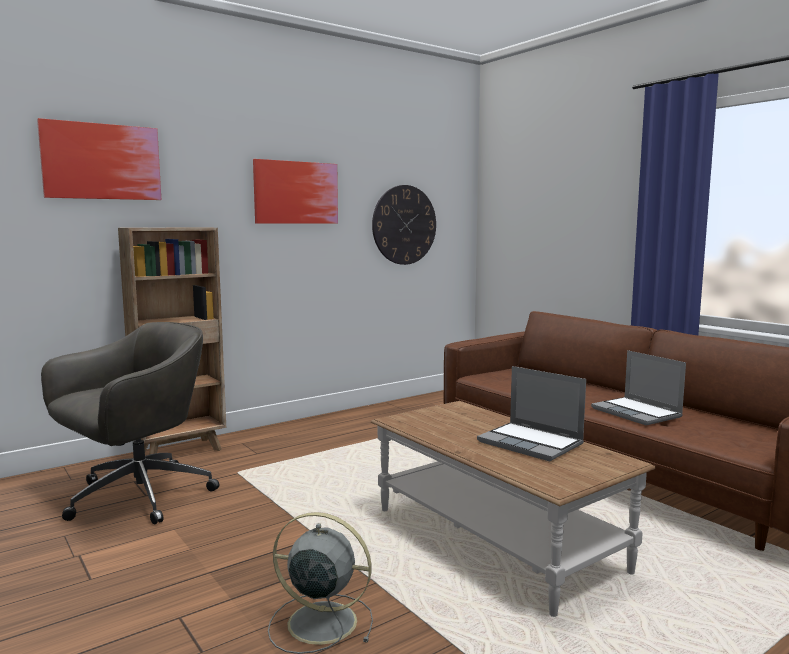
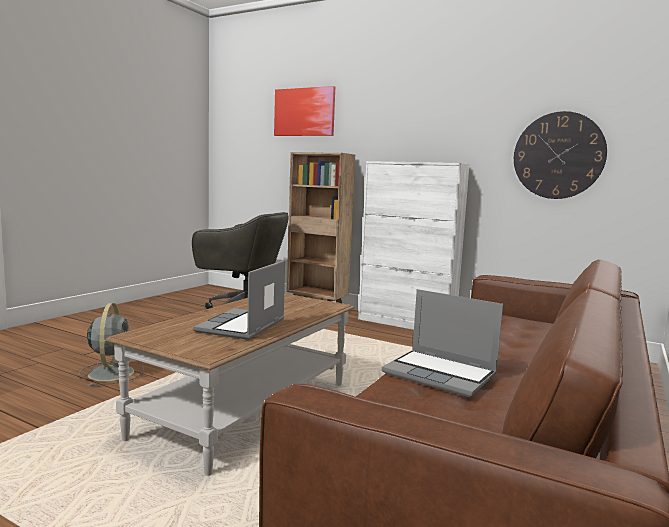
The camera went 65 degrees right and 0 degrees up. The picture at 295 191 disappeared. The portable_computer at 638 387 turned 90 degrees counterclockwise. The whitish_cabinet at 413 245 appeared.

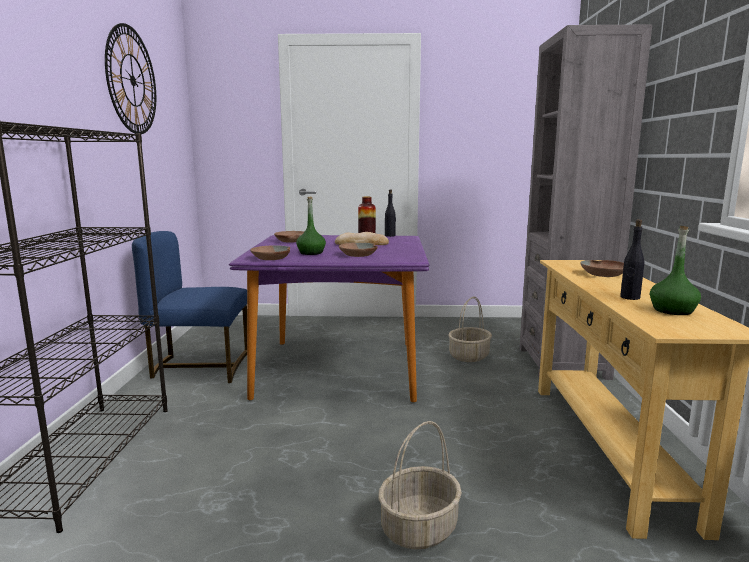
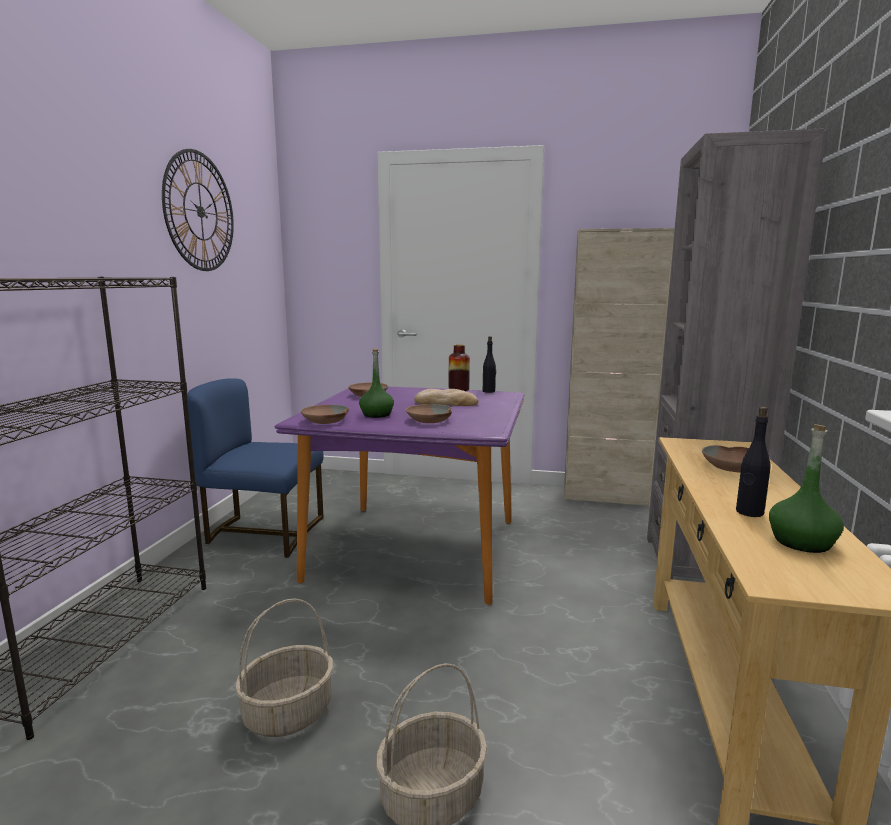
The camera went 10 degrees right and 0 degrees up. The household_basket moved from 470 329 to 284 667. The beige-coloured_cabinet at 619 367 appeared.

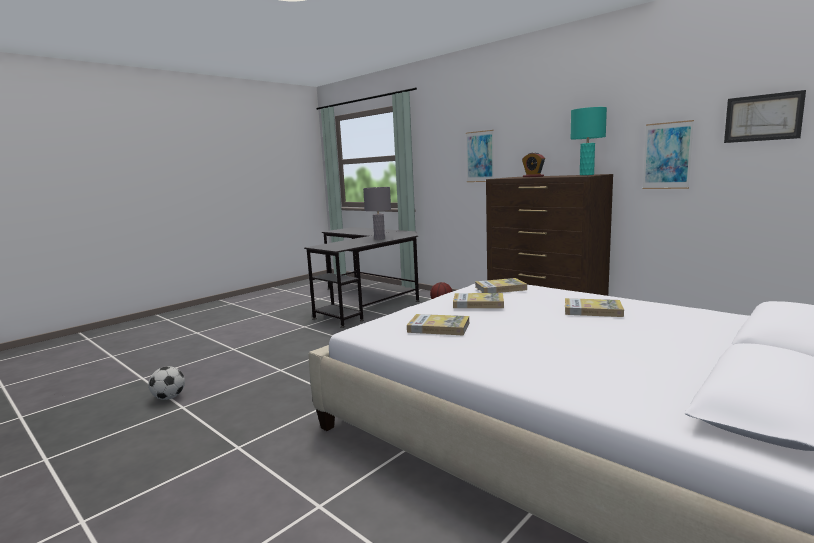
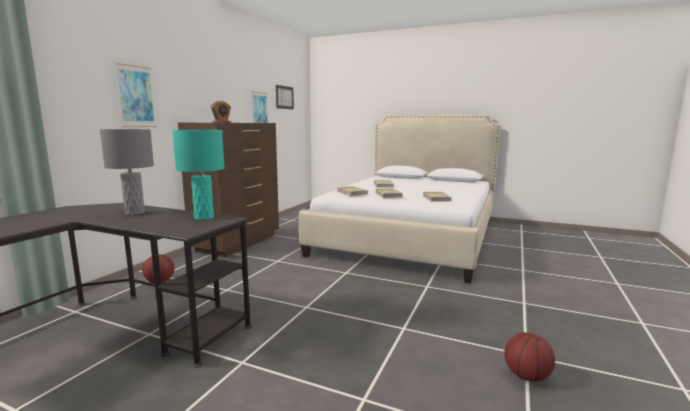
The camera went 110 degrees left and 0 degrees up. The turquoise_table_lamp moved from 589 141 to 198 175. The football_ball at 166 383 was replaced by the basketball_ball at 529 357.

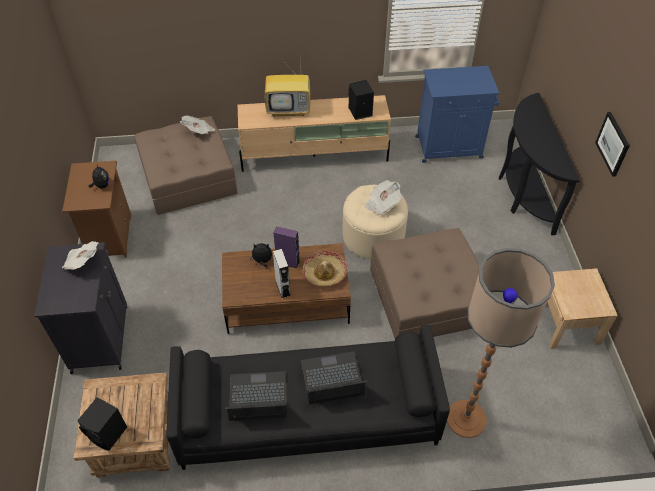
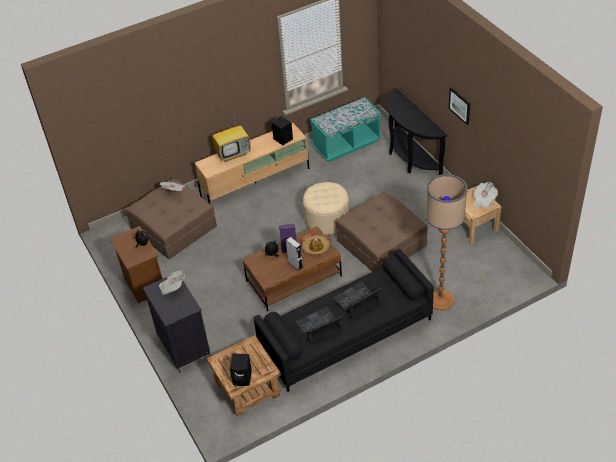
The camera went 20 degrees left and 5 degrees down. The blue_cabinet at 457 114 was replaced by the turquoise_long_seat at 345 129. The newspaper moved from 383 197 to 485 195.

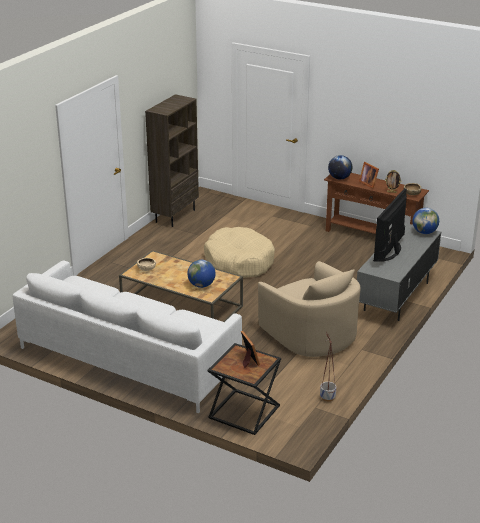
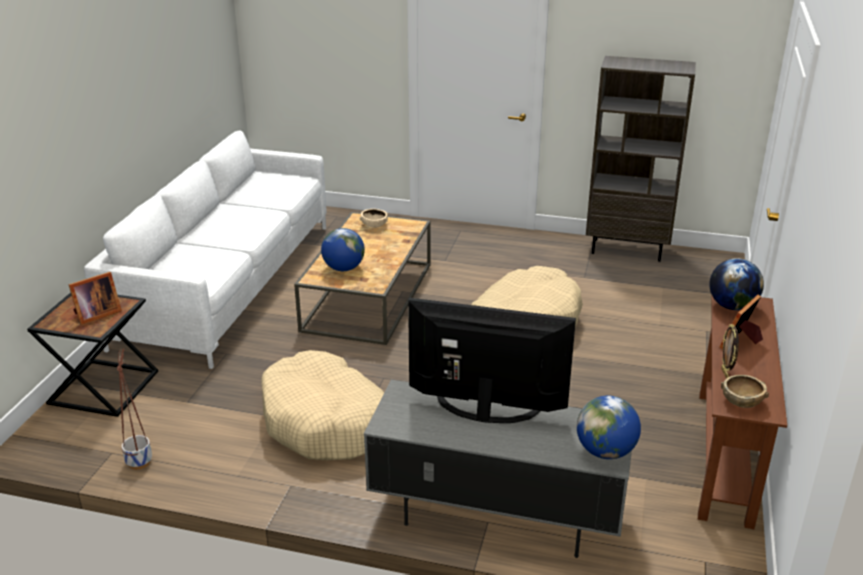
The camera went 75 degrees right and 0 degrees up. The beige-coloured_armchair at 309 309 was replaced by the beige-coloured_pet_bed at 322 405.

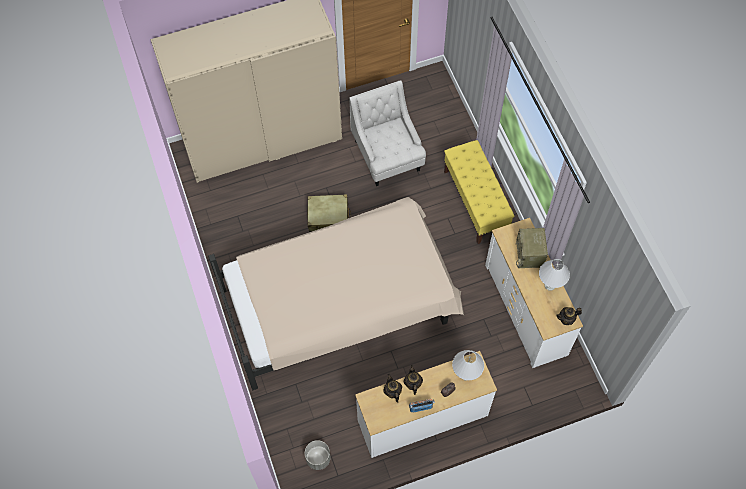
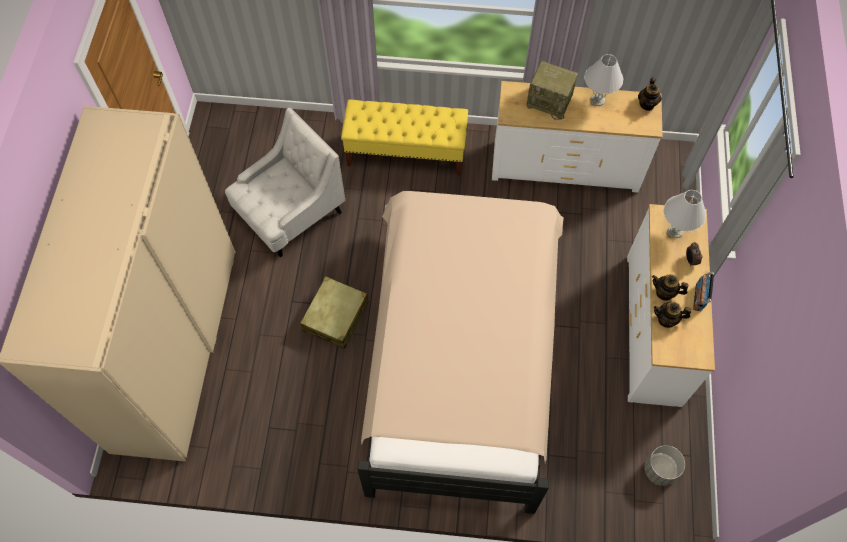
The camera went 65 degrees left and 0 degrees up. The whitish_armchair at 387 133 turned 135 degrees clockwise.

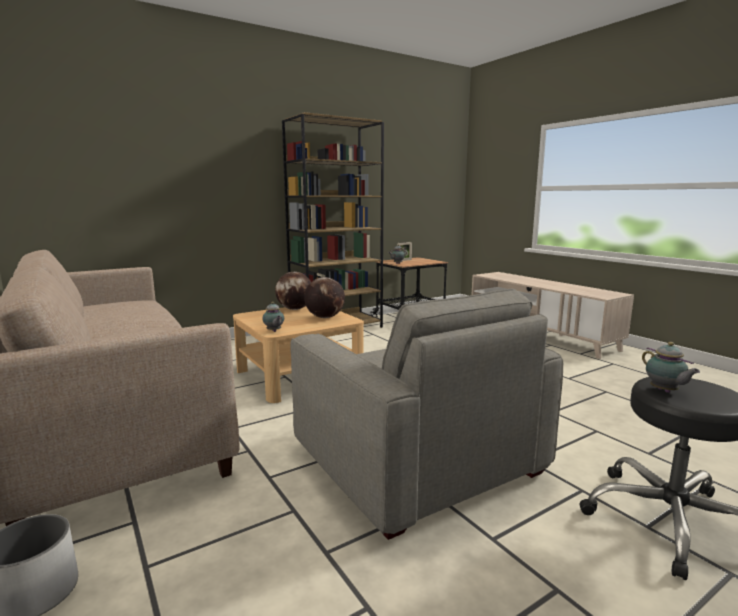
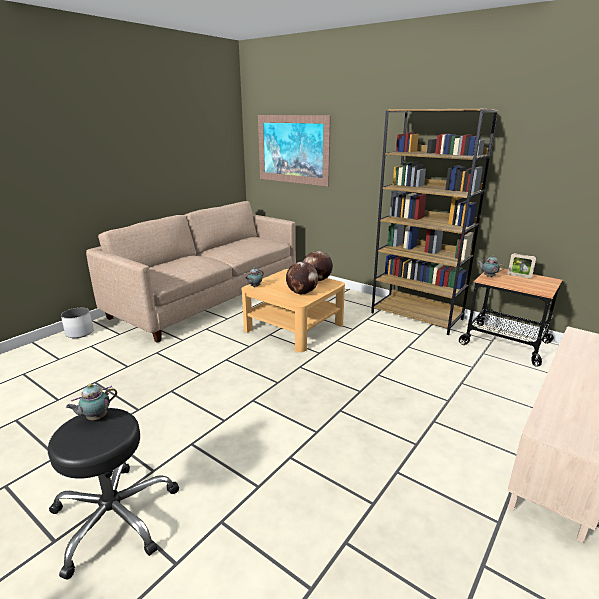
The camera went 70 degrees right and 10 degrees up. The gray_armchair at 426 414 disappeared. The picture at 294 151 appeared.

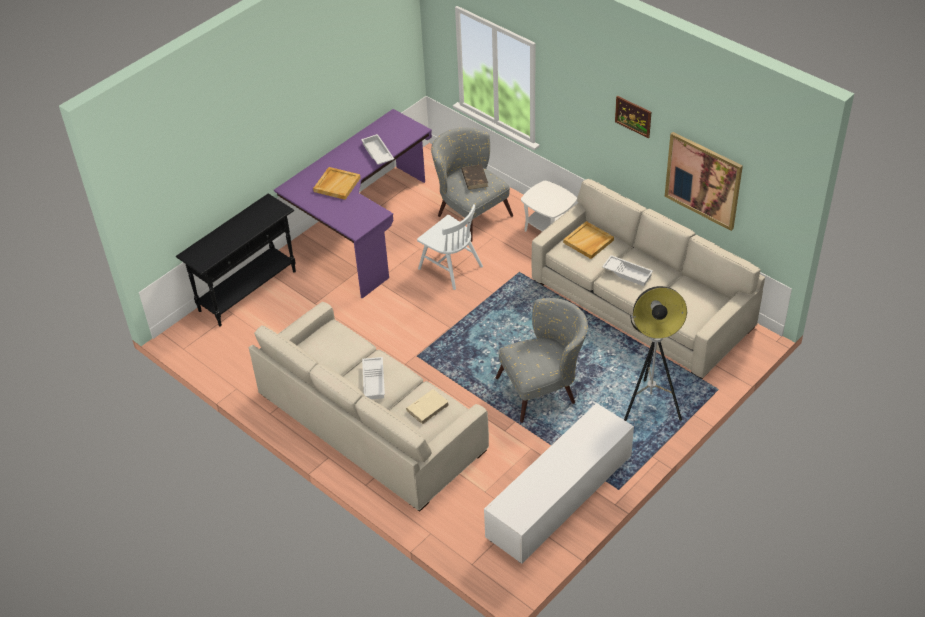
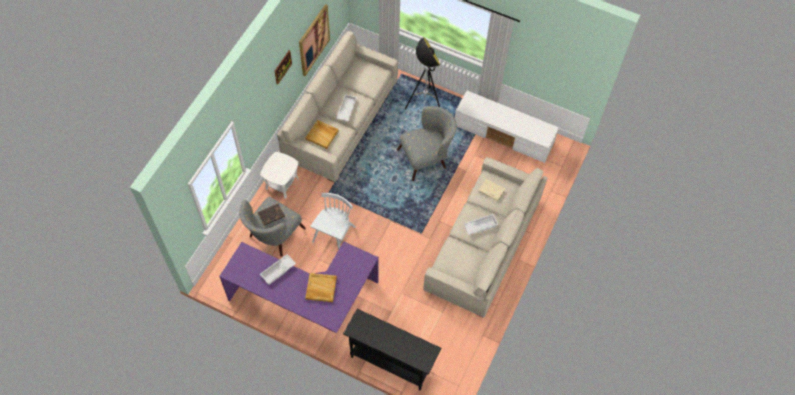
The camera went 110 degrees left and 15 degrees up. The gray_armchair at 542 360 turned 105 degrees clockwise.

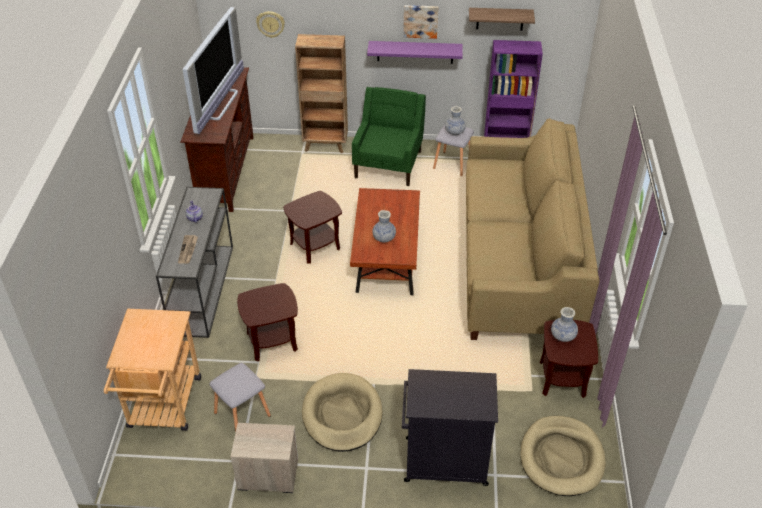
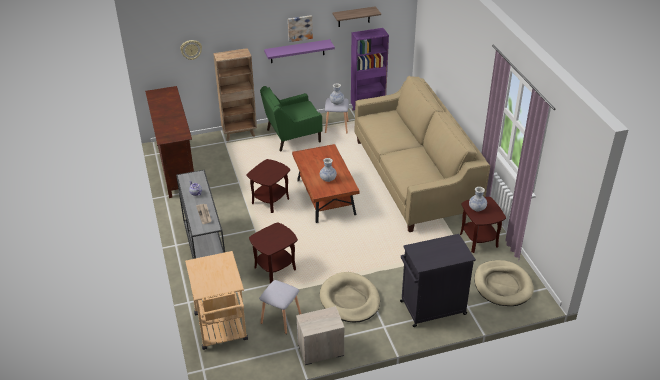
The camera went 20 degrees left and 5 degrees down. The TV at 213 70 disappeared. The green-coloured_armchair at 389 136 turned 105 degrees counterclockwise.

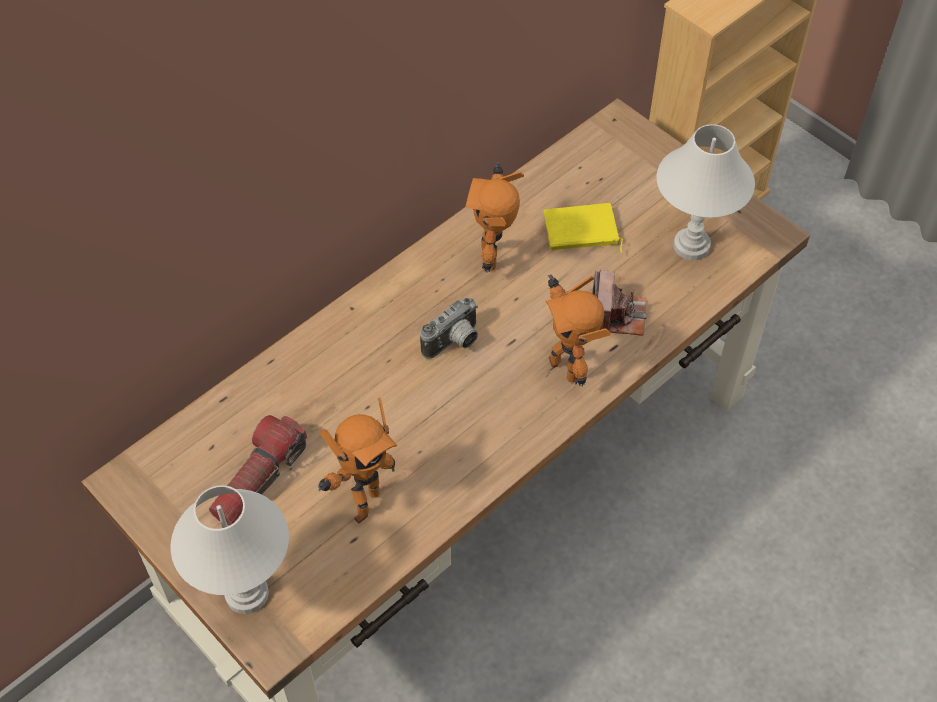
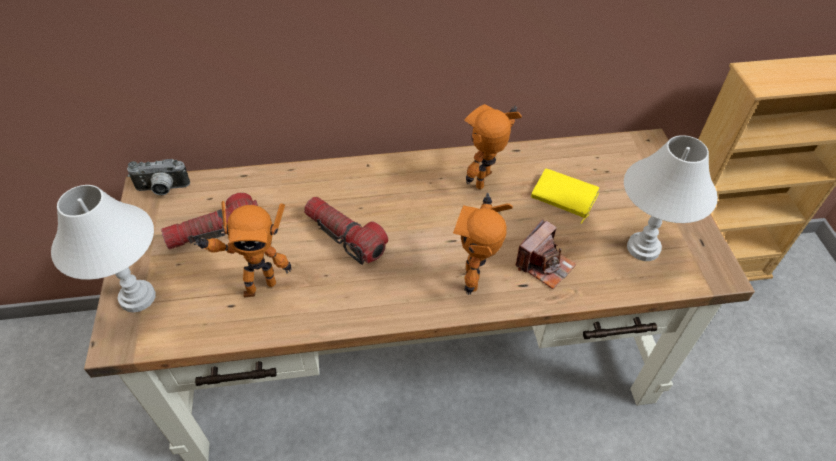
The camera went 35 degrees right and 5 degrees down. The photo_camera moved from 449 328 to 158 177. The torch at 346 231 appeared.

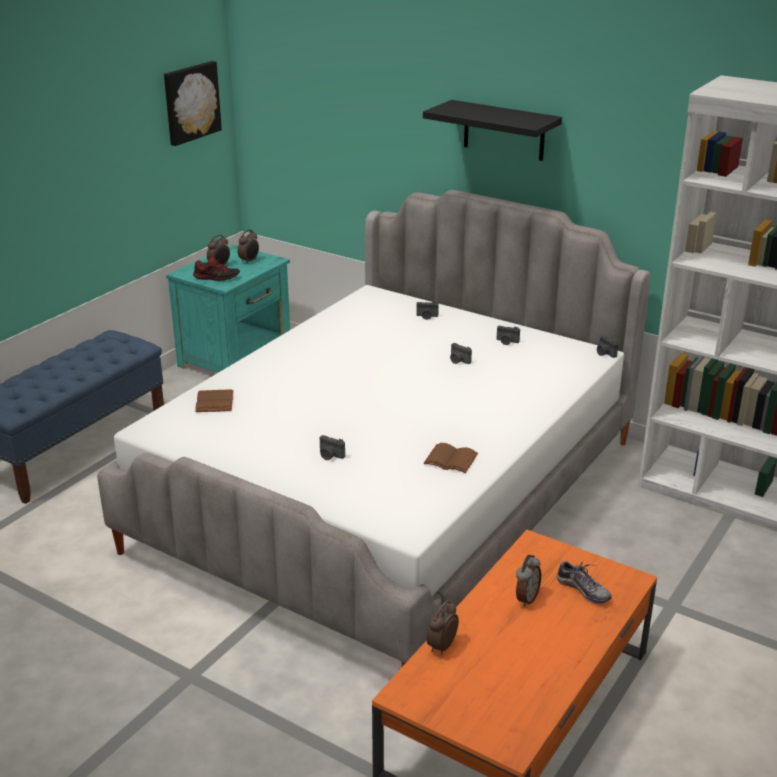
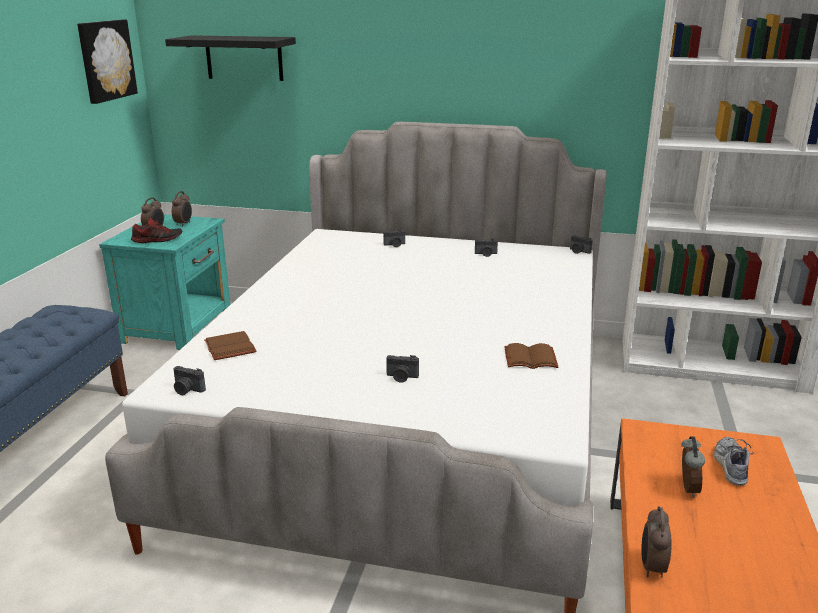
The camera went 20 degrees left and 5 degrees down. The black-coloured_wall_shelf moved from 492 130 to 230 58. The photo_camera moved from 461 353 to 189 380. The item_of_footwear at 583 581 turned 105 degrees counterclockwise.

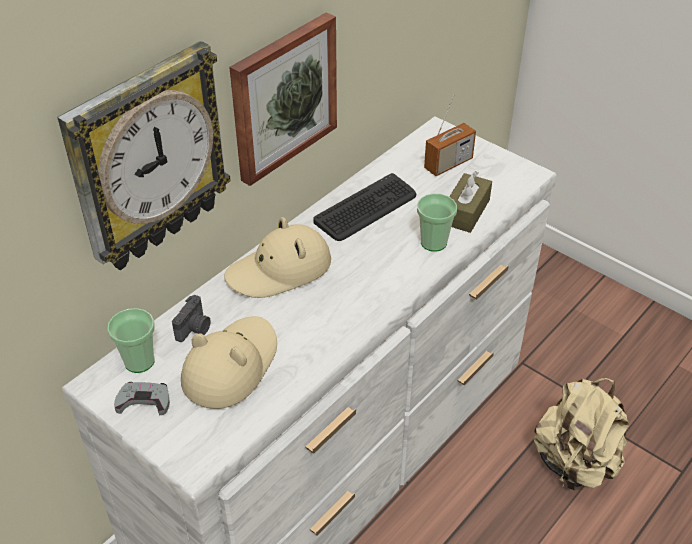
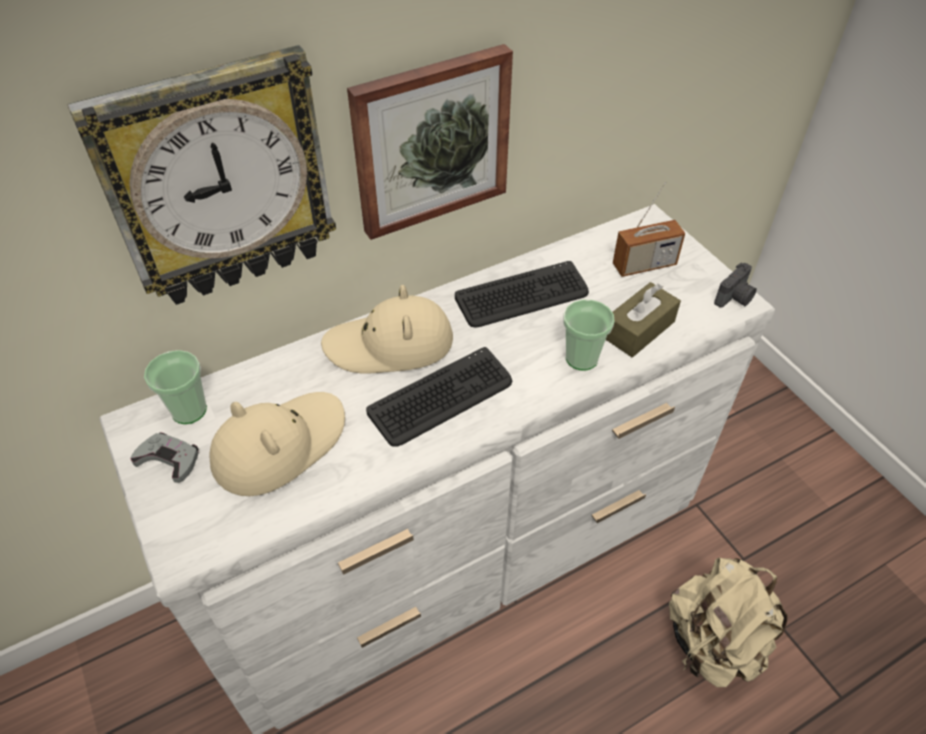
The camera went 20 degrees right and 5 degrees up. The photo_camera moved from 191 318 to 735 285. The computer_keyboard at 439 397 appeared.

